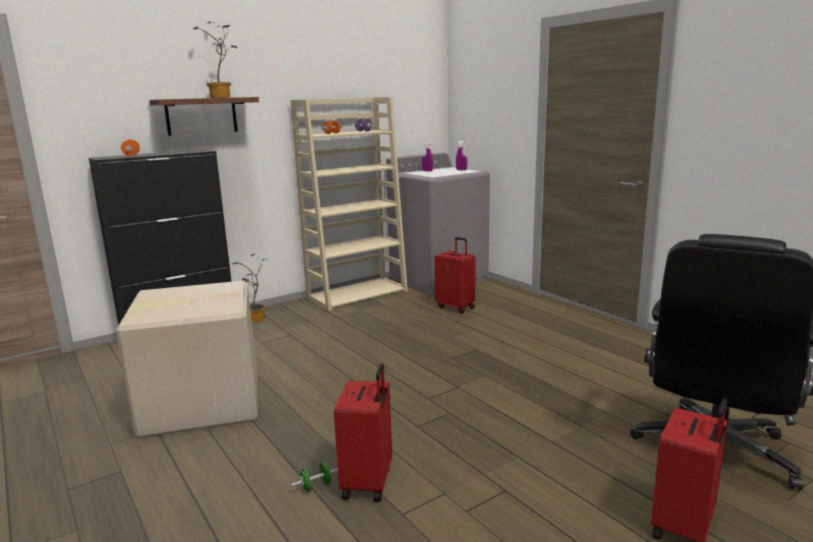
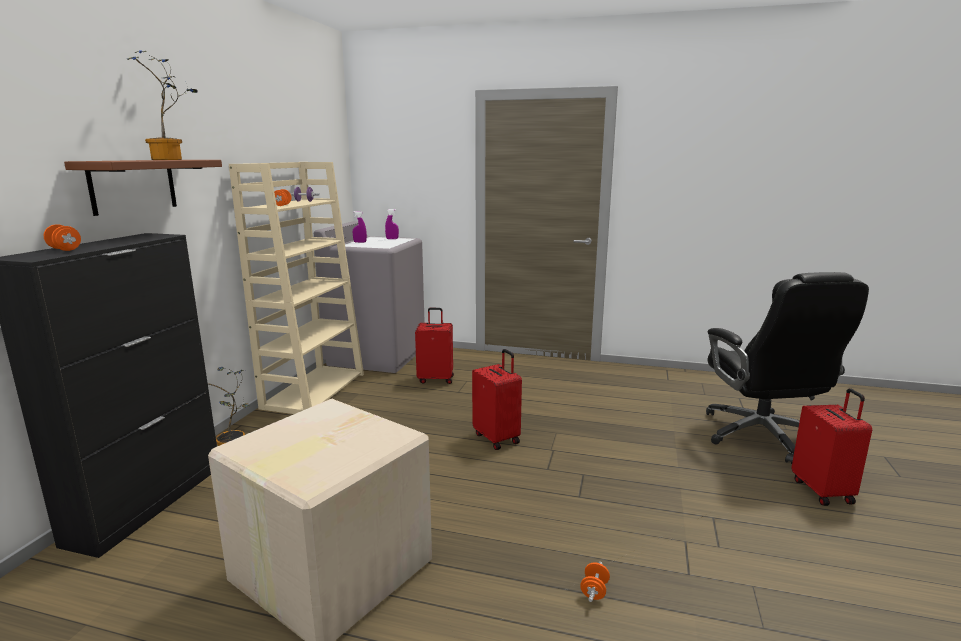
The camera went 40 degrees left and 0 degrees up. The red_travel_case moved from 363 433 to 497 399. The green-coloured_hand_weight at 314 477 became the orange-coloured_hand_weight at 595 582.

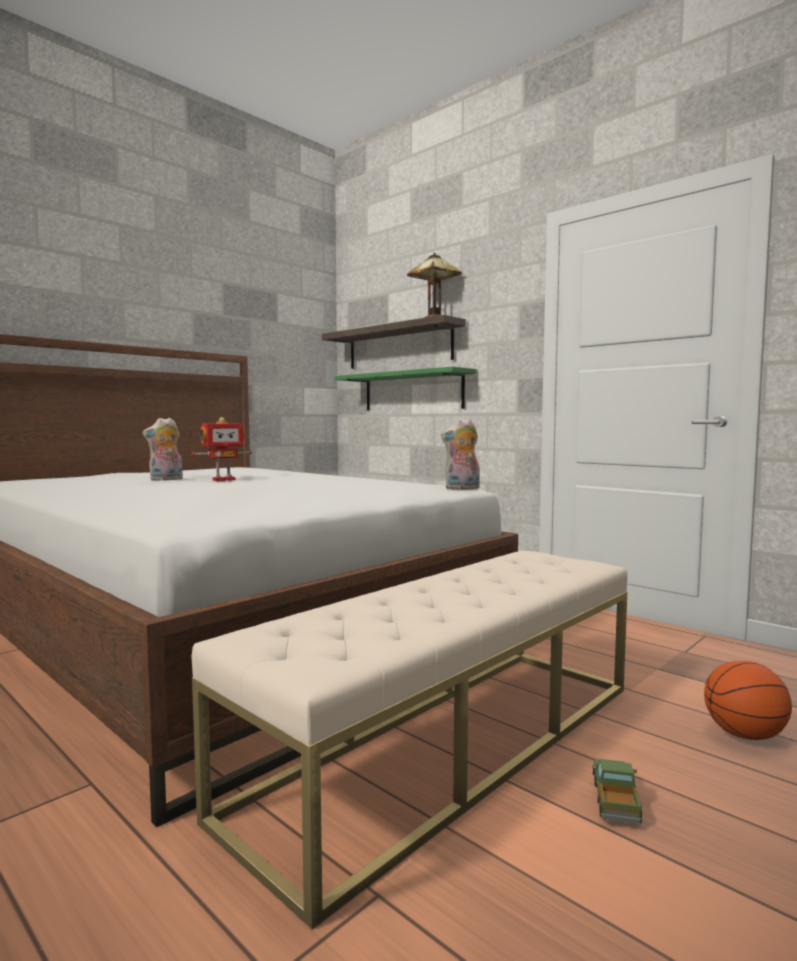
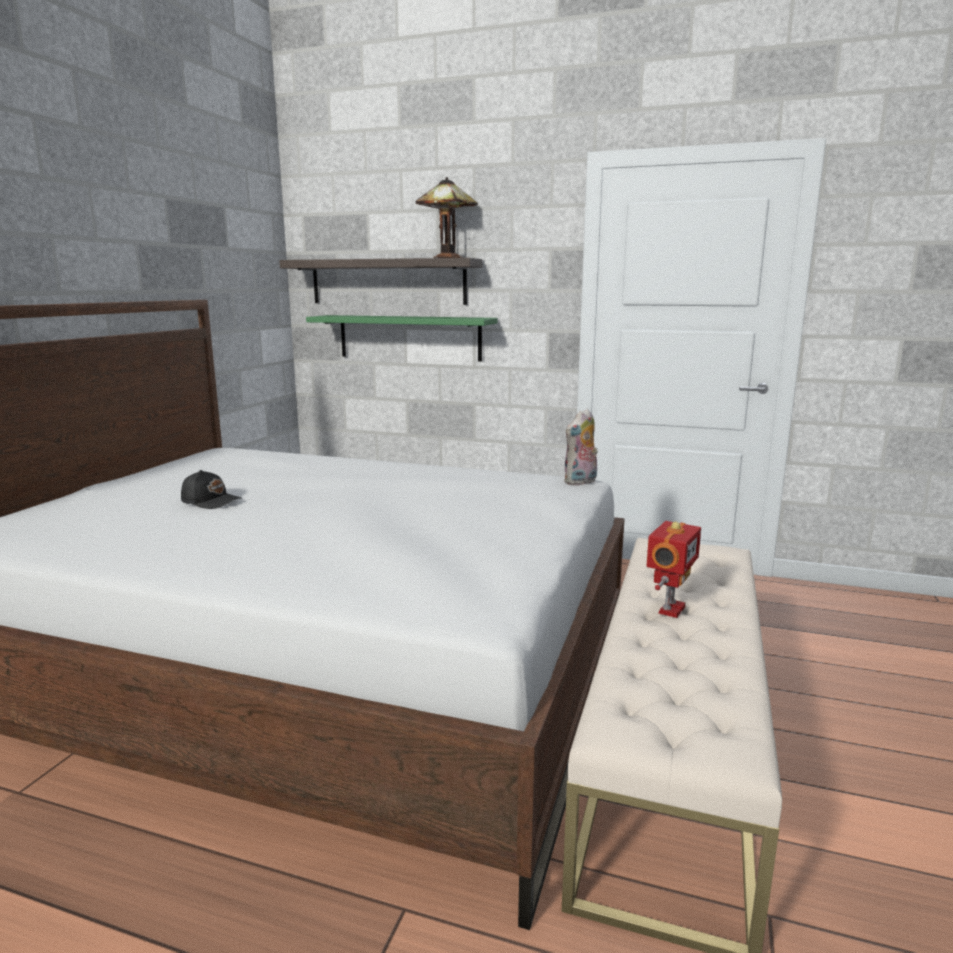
The camera went 25 degrees left and 10 degrees up. The toy_robot moved from 222 449 to 674 569. The soft_toy at 162 449 was replaced by the black-coloured_peaked_cap at 211 489. The basketball_ball at 748 700 disappeared. The model_truck at 617 791 disappeared.

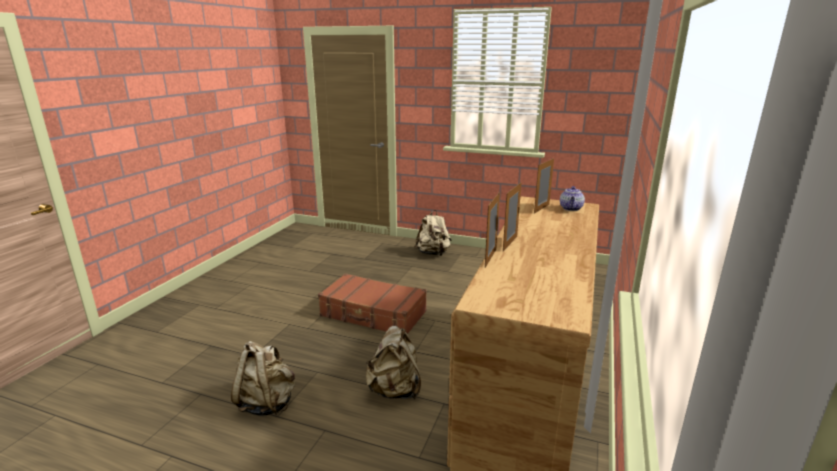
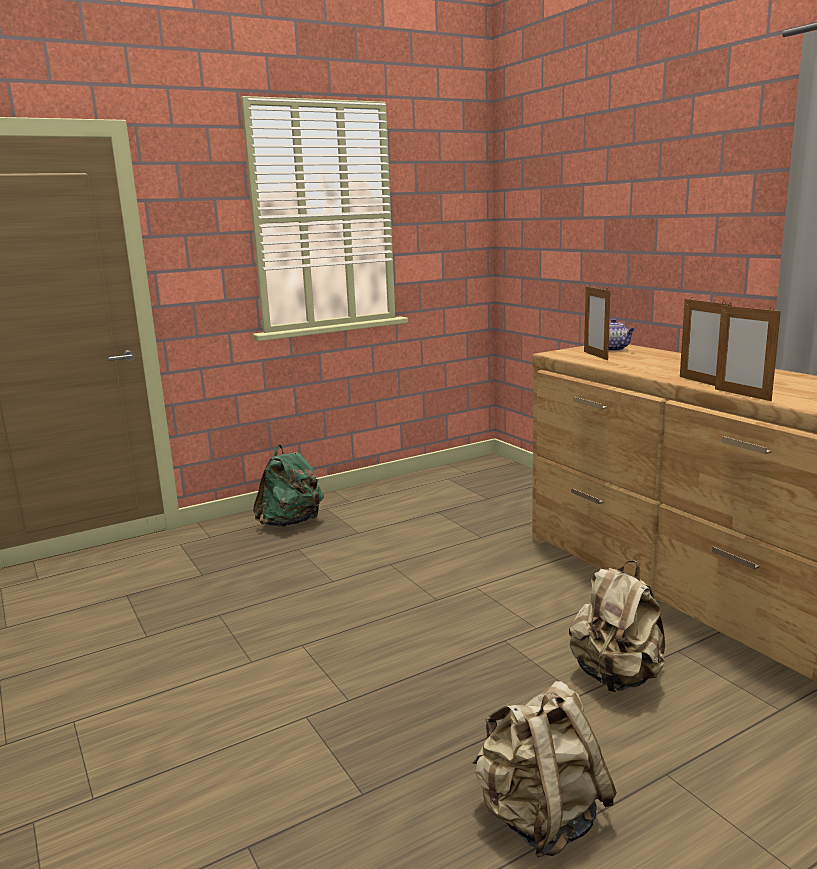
The camera went 50 degrees left and 5 degrees down. The beige-coloured_backpack at 432 233 became the green-coloured_backpack at 288 486. The brown_travel_case at 372 303 disappeared.

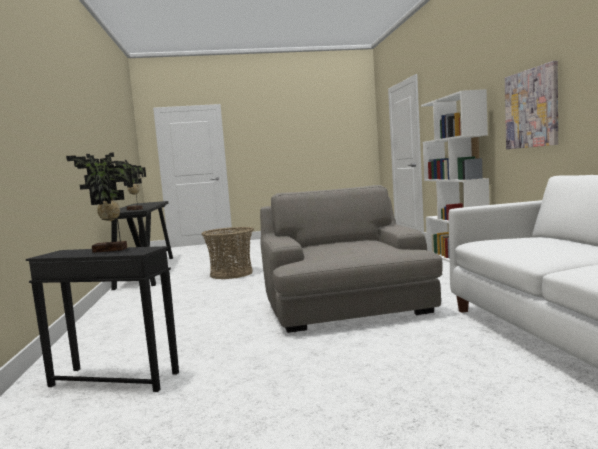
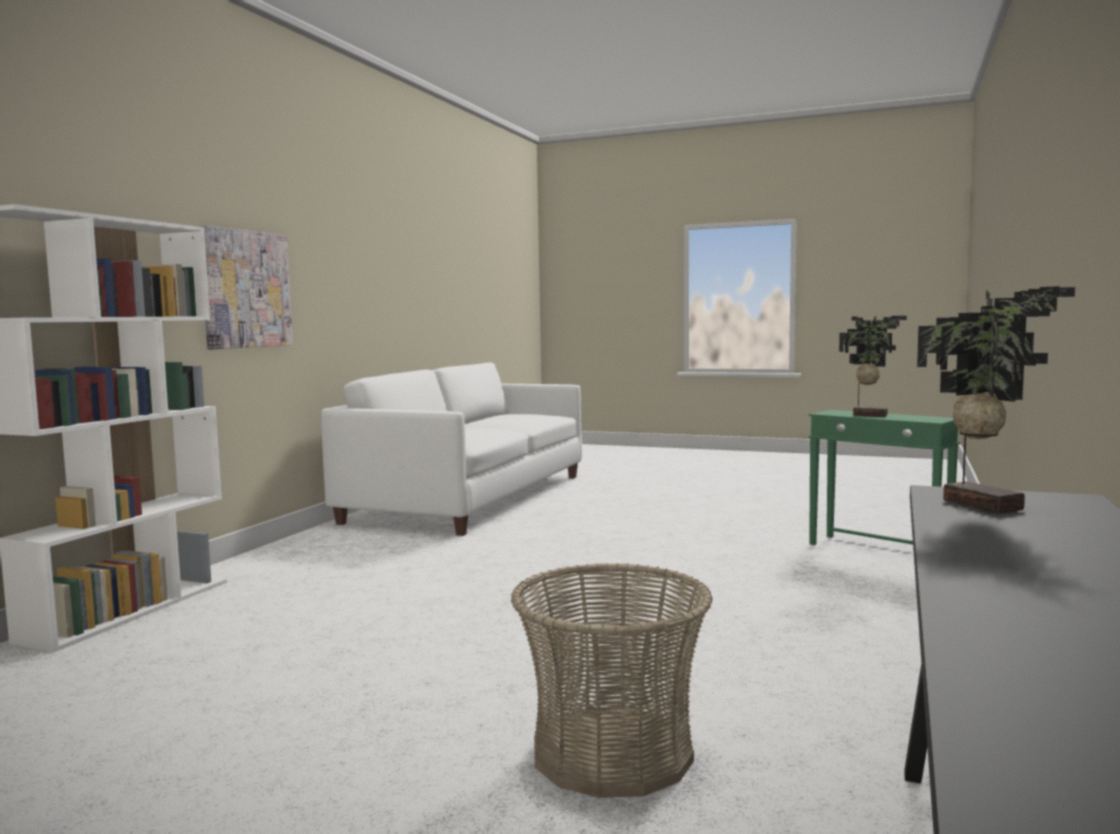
The camera went 150 degrees left and 0 degrees up. The gray_armchair at 351 259 disappeared. The black-coloured_side_table at 102 319 became the green-coloured_side_table at 884 477.

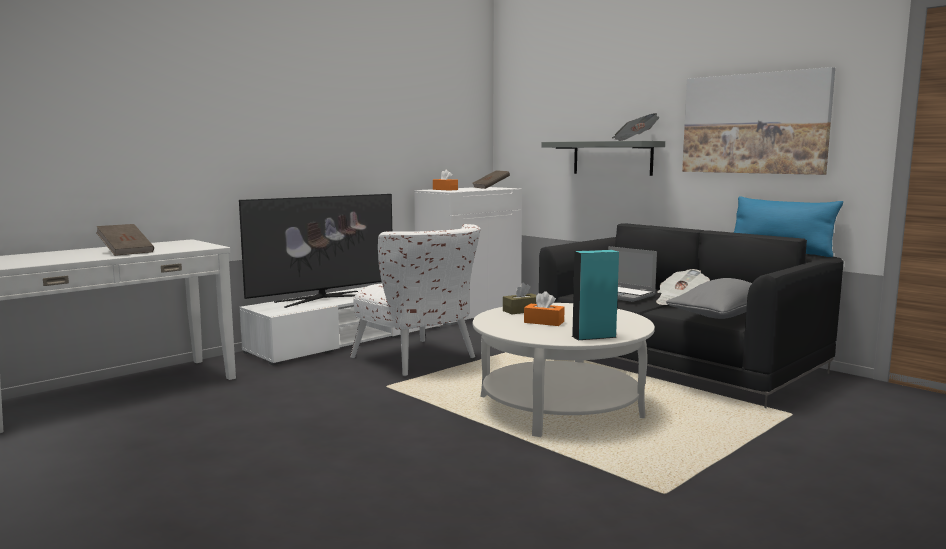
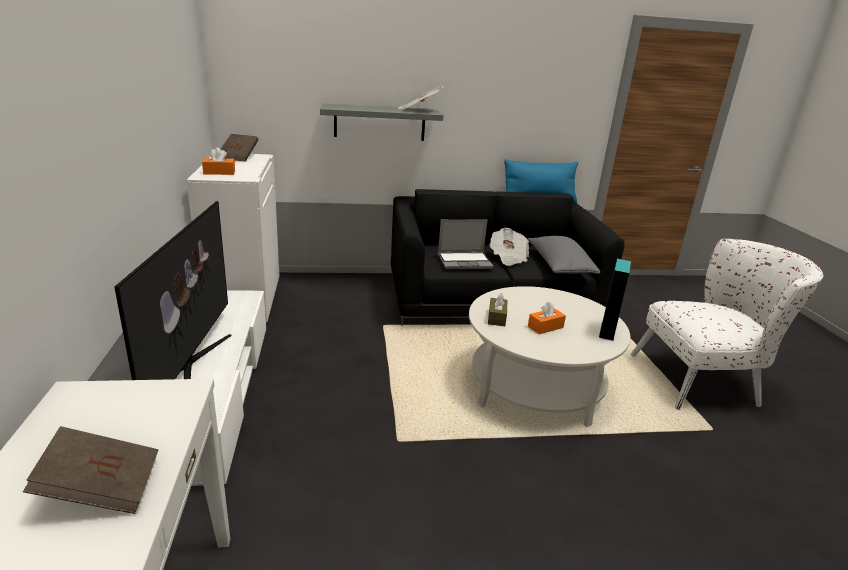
The camera went 55 degrees left and 15 degrees up. The picture at 758 121 disappeared. The whitish_armchair moved from 415 300 to 727 324.

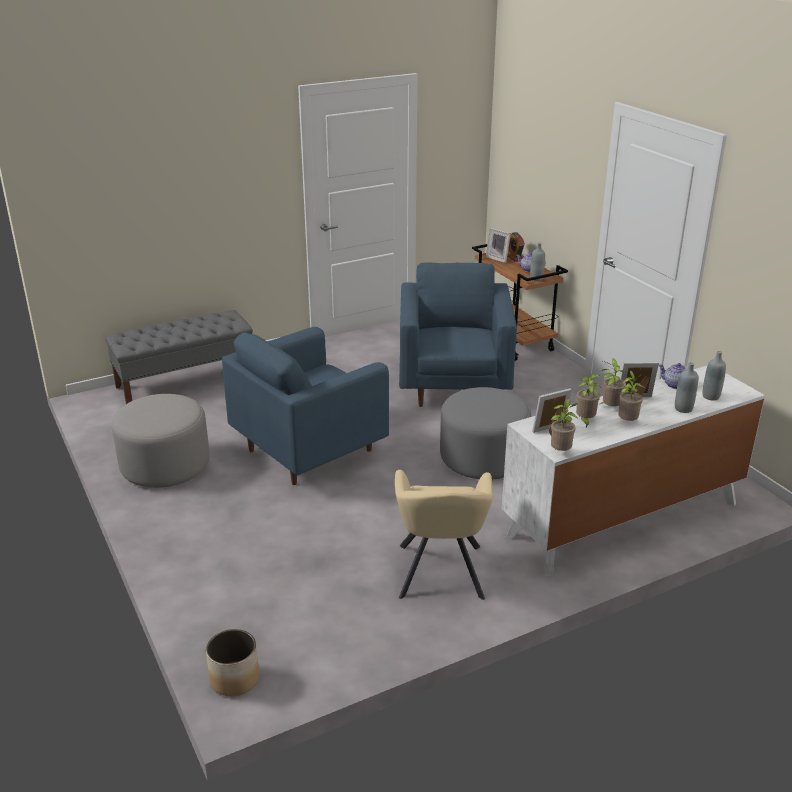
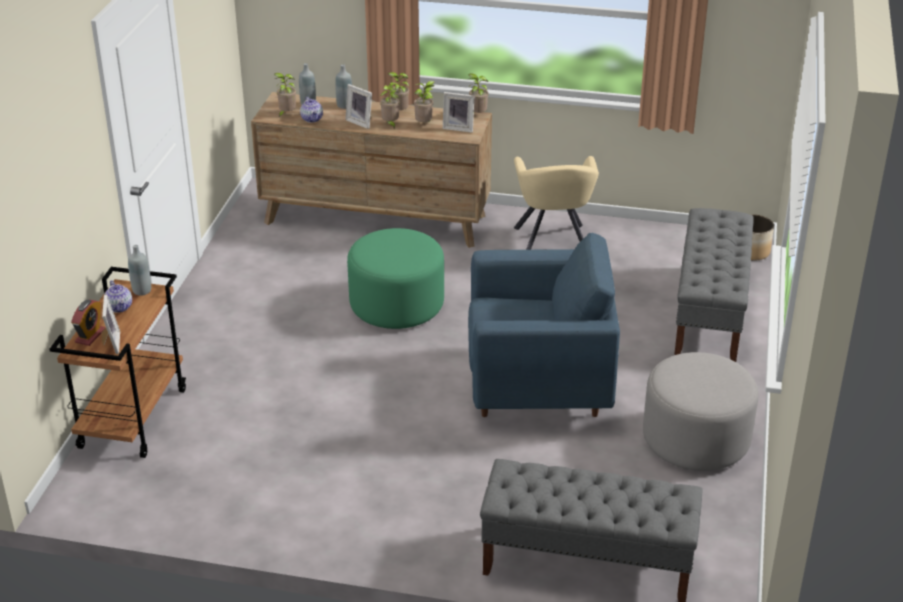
The camera went 140 degrees left and 5 degrees up. The blue_armchair at 458 335 disappeared. The whitish_dresser at 633 471 became the brown_dresser at 371 170. The gray_ottoman at 485 433 became the green-coloured_ottoman at 395 278. The beige-coloured_armchair at 444 535 turned 135 degrees clockwise. The potted_plant at 285 95 appeared. The gray_long_seat at 714 285 appeared.

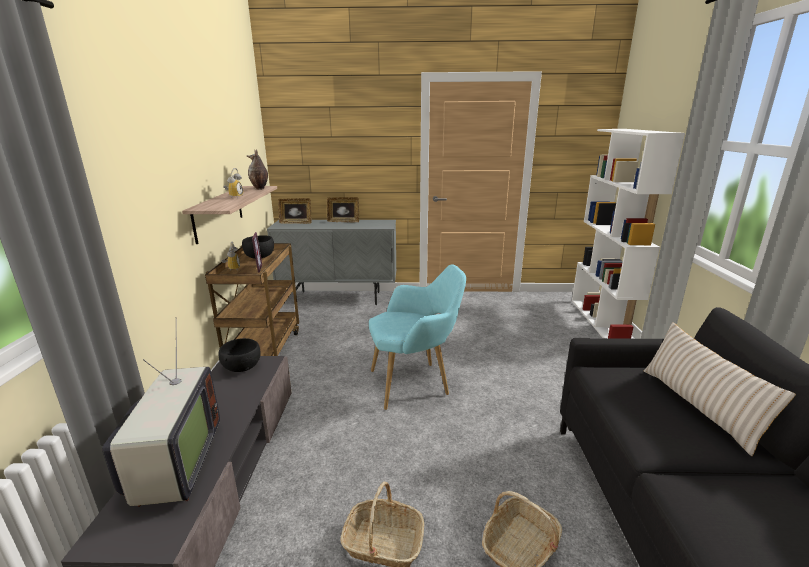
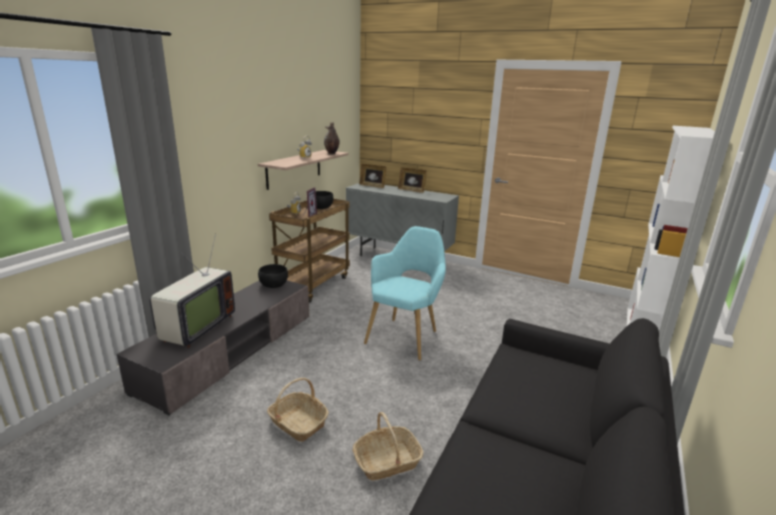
The camera went 25 degrees right and 0 degrees up. The turquoise_armchair at 417 337 turned 75 degrees counterclockwise. The beige-coloured_cushion at 720 389 disappeared.

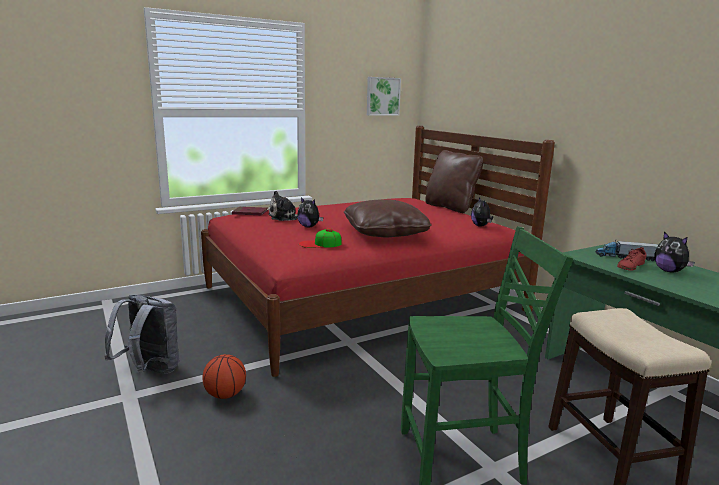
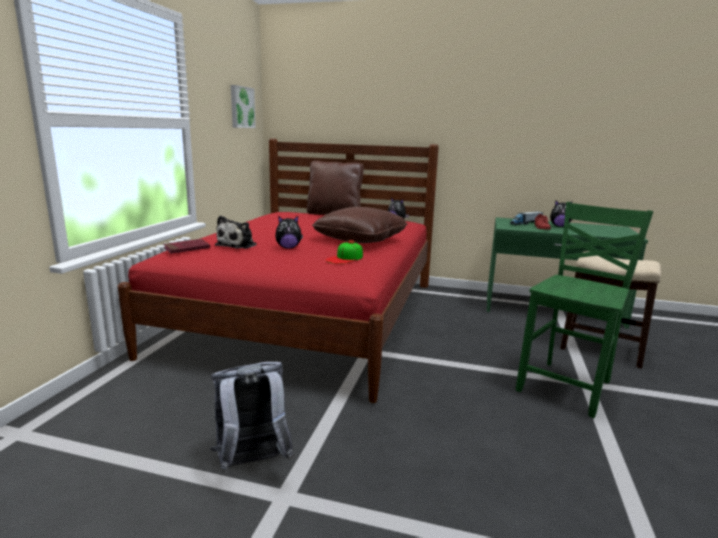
The camera went 45 degrees left and 0 degrees up. The basketball_ball at 224 376 disappeared.

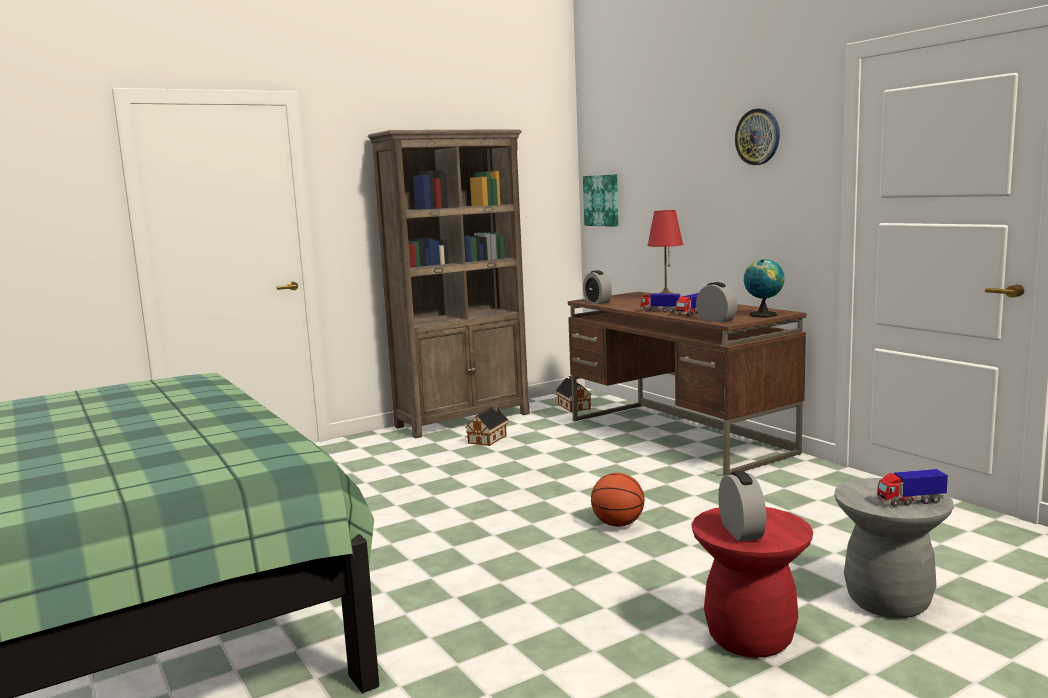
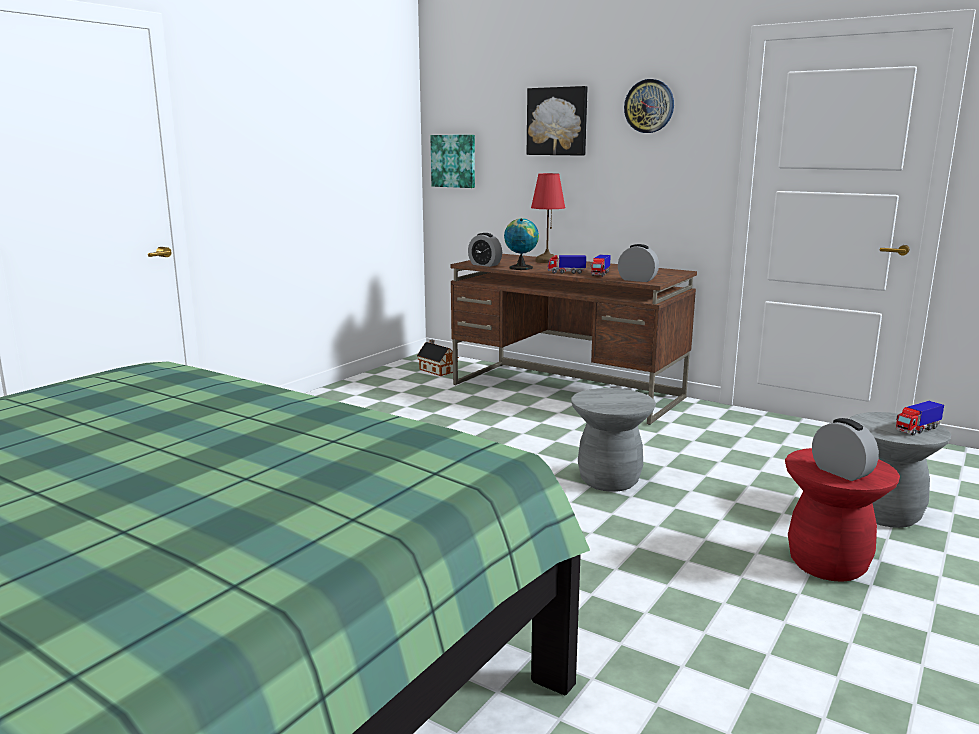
The camera went 25 degrees left and 5 degrees up. The brown_shelving_unit at 449 283 disappeared. The world_globe moved from 764 288 to 521 244. The model_house at 486 425 disappeared. The basketball_ball at 617 500 was replaced by the gray_stool_seat at 613 440. The picture at 557 121 appeared.

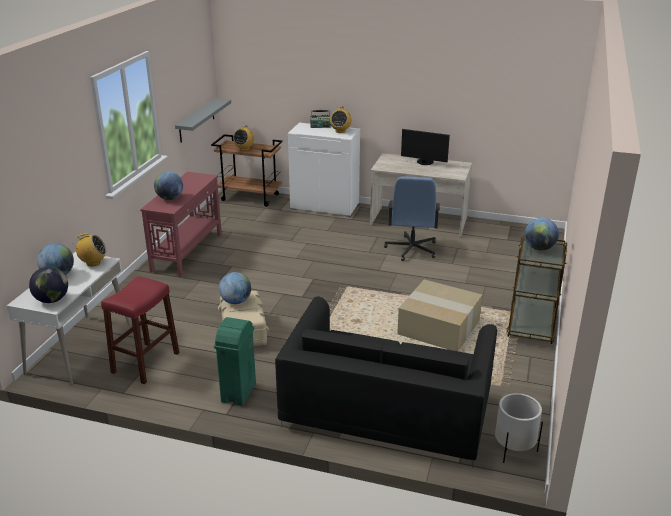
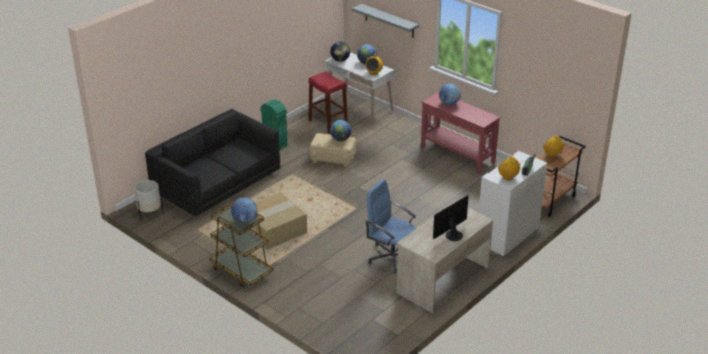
The camera went 115 degrees right and 5 degrees up. The gray_wall_shelf moved from 203 120 to 385 21.

